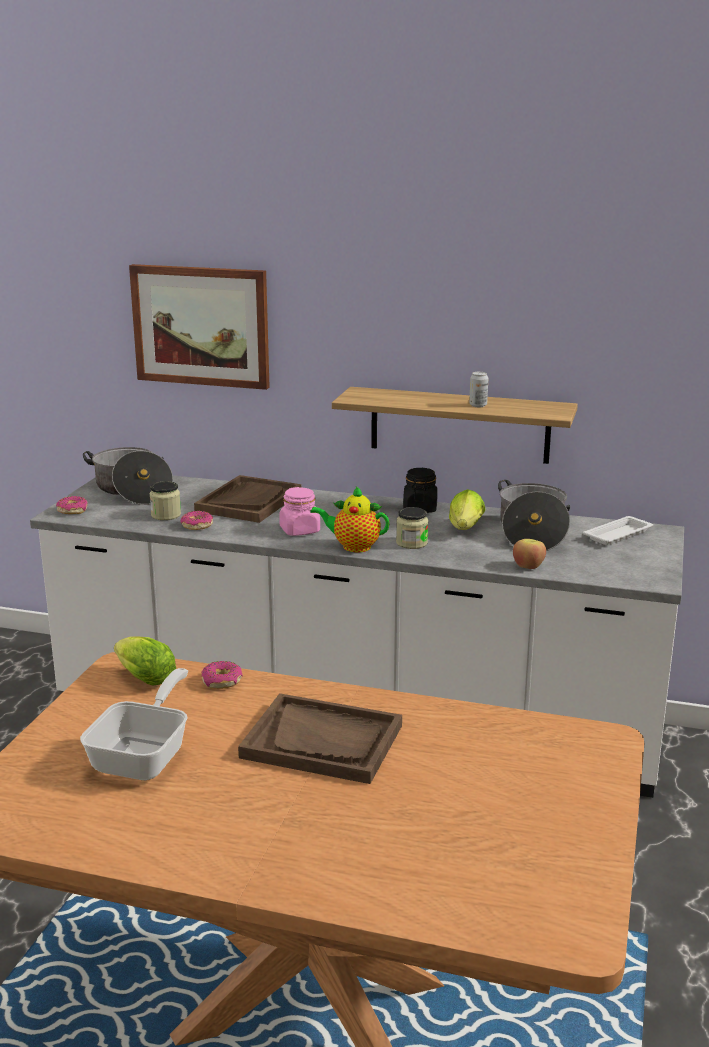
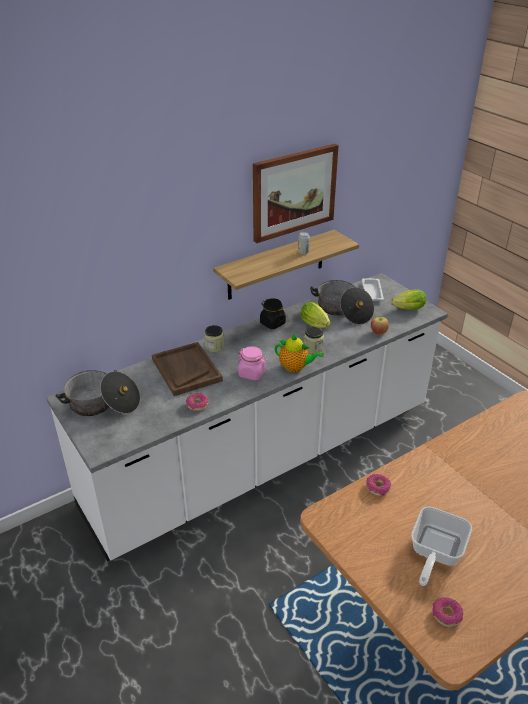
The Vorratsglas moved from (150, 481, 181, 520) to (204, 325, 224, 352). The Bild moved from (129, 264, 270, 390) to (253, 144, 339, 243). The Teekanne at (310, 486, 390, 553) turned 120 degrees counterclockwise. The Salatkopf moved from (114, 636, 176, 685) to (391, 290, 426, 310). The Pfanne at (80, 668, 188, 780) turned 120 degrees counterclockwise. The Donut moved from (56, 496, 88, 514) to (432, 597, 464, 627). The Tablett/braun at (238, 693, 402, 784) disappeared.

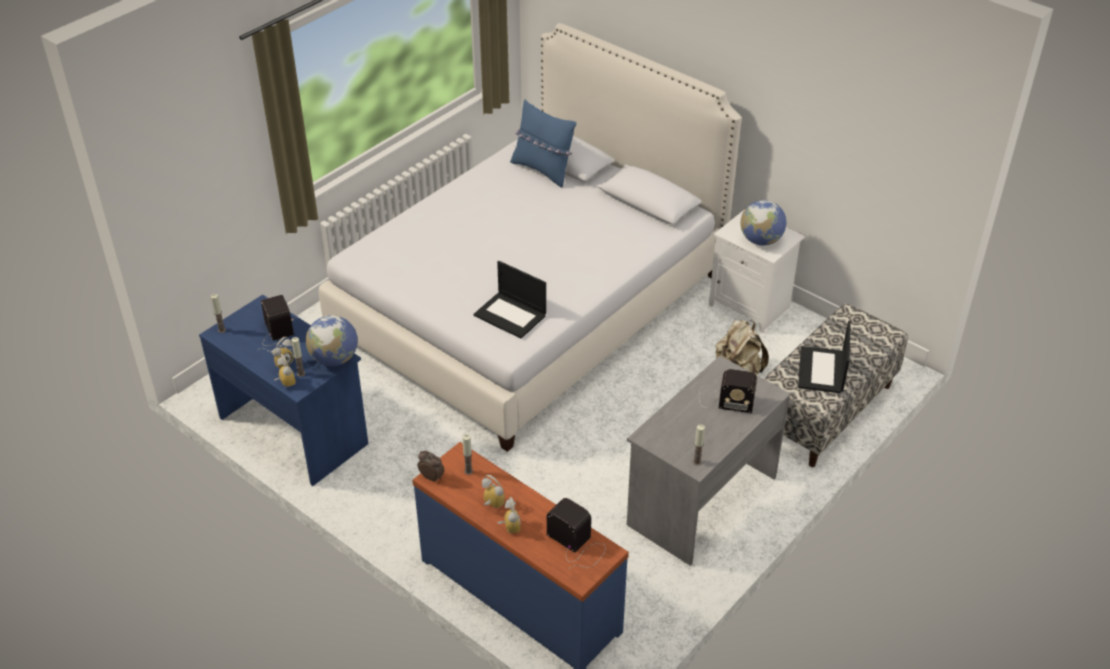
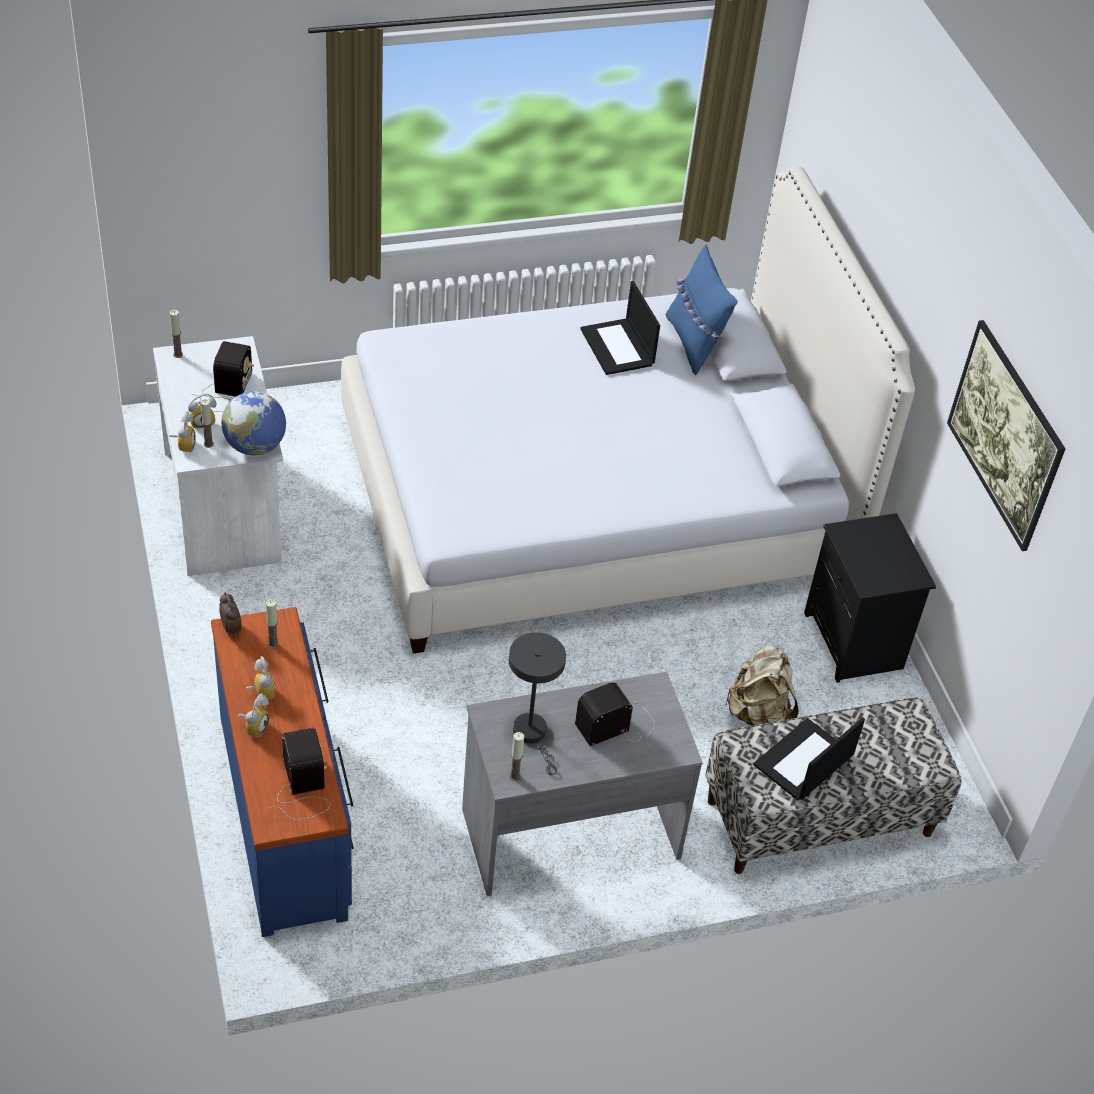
The Schreibtisch/blau at (199, 295, 369, 486) became the Schreibtisch/weiß at (153, 336, 283, 576). The Tischlampe/grau at (509, 632, 566, 775) appeared. The Radio at (699, 369, 757, 413) turned 105 degrees clockwise. The Laptop moved from (474, 261, 546, 339) to (580, 281, 660, 375). The Nachttisch/weiß at (709, 209, 805, 333) became the Nachttisch/schwarz at (804, 513, 936, 683). The Bild at (947, 320, 1065, 551) appeared. The Globus at (740, 200, 786, 245) disappeared.

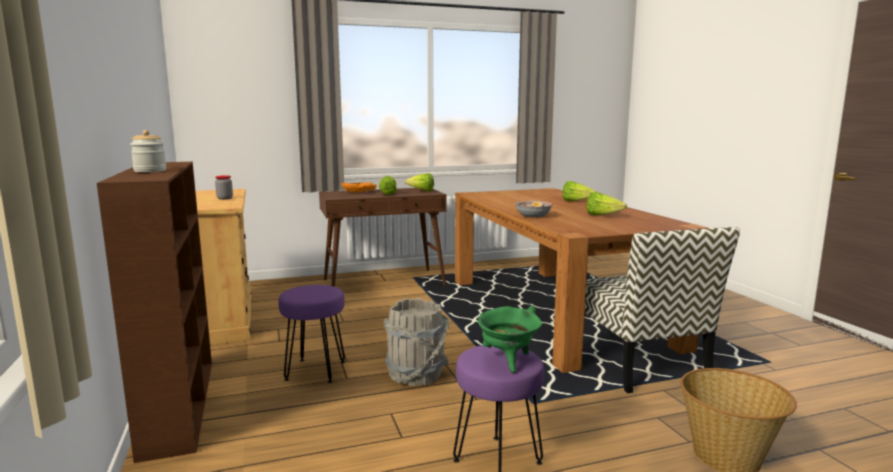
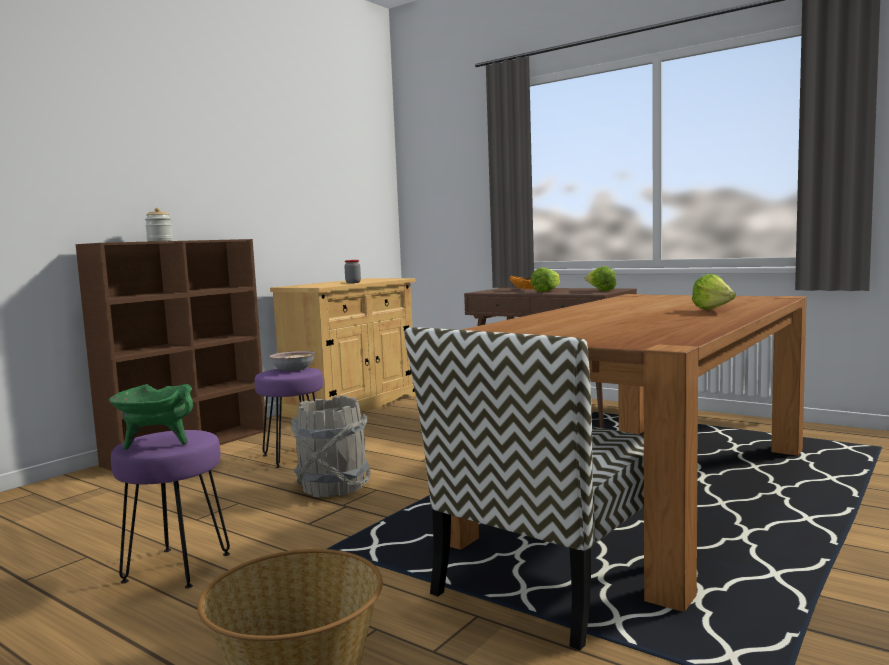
The Schüssel moved from (515, 201, 553, 218) to (269, 351, 315, 371). The Salatkopf at (586, 192, 627, 215) disappeared.

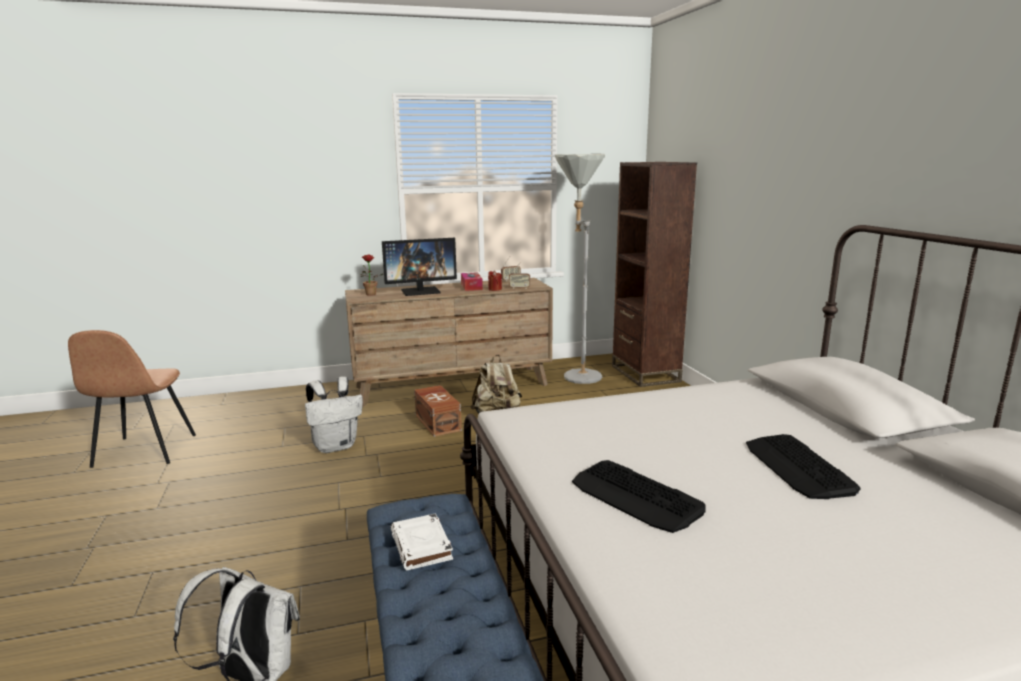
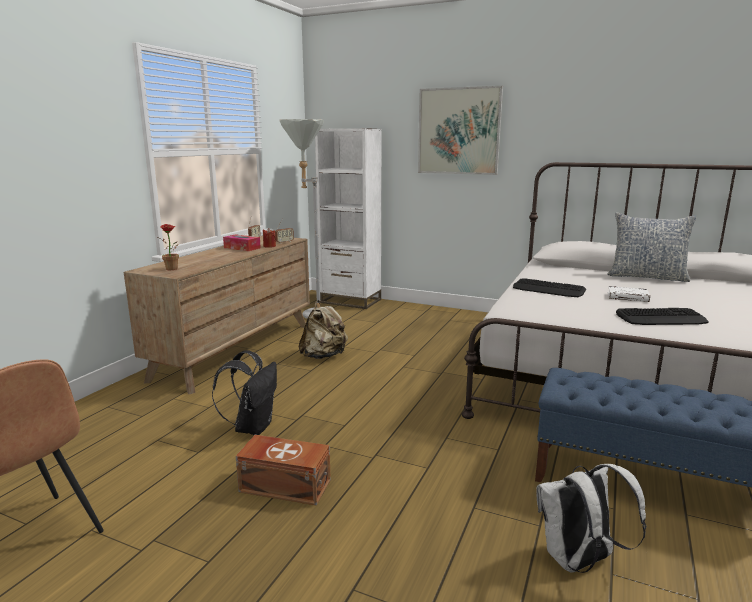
The Rucksack/weiß at (305, 376, 363, 453) became the Rucksack/schwarz at (212, 350, 277, 435). The Aufbewahrungsbox/braun moved from (414, 385, 462, 437) to (236, 435, 331, 506). The Bücherregal/braun at (612, 162, 697, 387) became the Bücherregal/weiß at (315, 128, 382, 309). The Bild at (418, 86, 503, 175) appeared. The Tastatur moved from (746, 434, 861, 499) to (513, 278, 586, 297). The Kissen at (607, 212, 696, 282) appeared. The Buch/weiß moved from (391, 513, 453, 570) to (608, 286, 650, 302). The Monitor at (382, 238, 457, 296) disappeared.

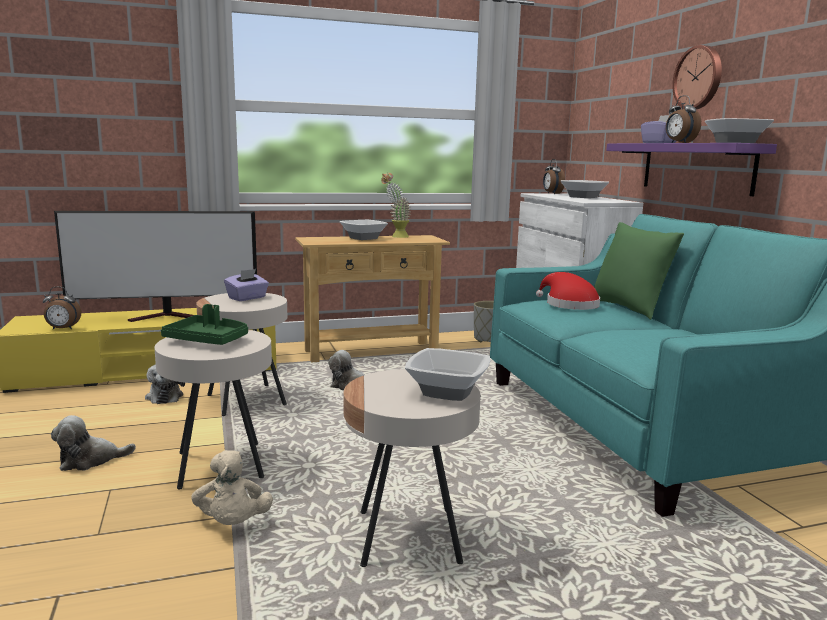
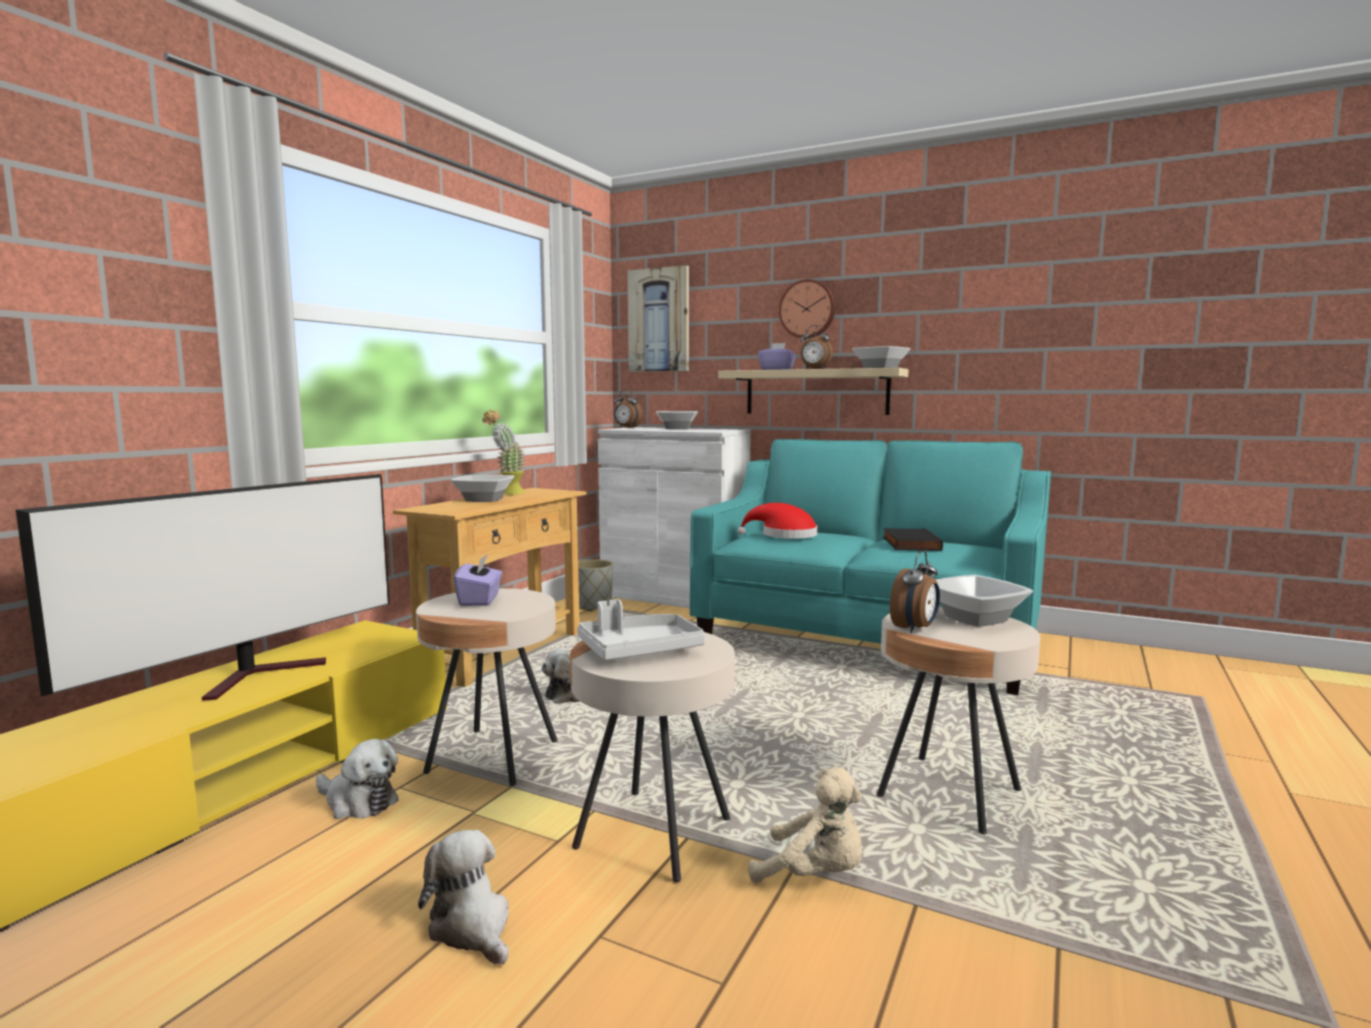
The Plüschtier at (51, 415, 136, 471) turned 120 degrees clockwise. The Tablett/grün at (161, 304, 248, 345) became the Tablett/grau at (577, 599, 706, 660). The Bild at (628, 265, 689, 372) appeared. The Wandregal/lila at (606, 143, 777, 196) became the Wandregal/beige at (718, 368, 908, 415). The Buch/schwarz at (883, 528, 943, 551) appeared. The Wecker moved from (43, 286, 81, 330) to (890, 550, 940, 633). The Kissen/grün at (594, 222, 684, 320) disappeared.

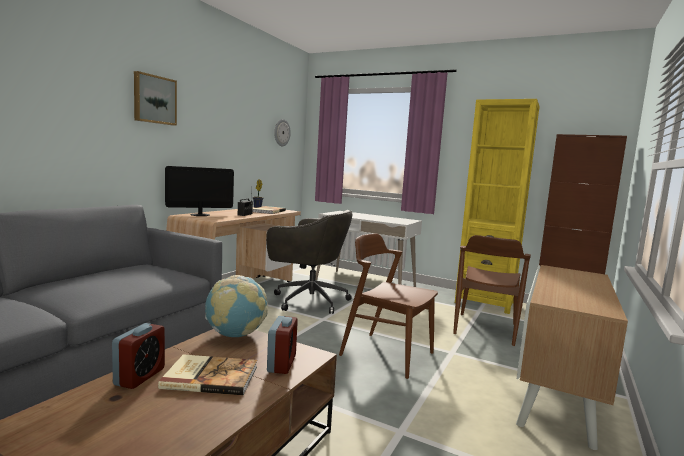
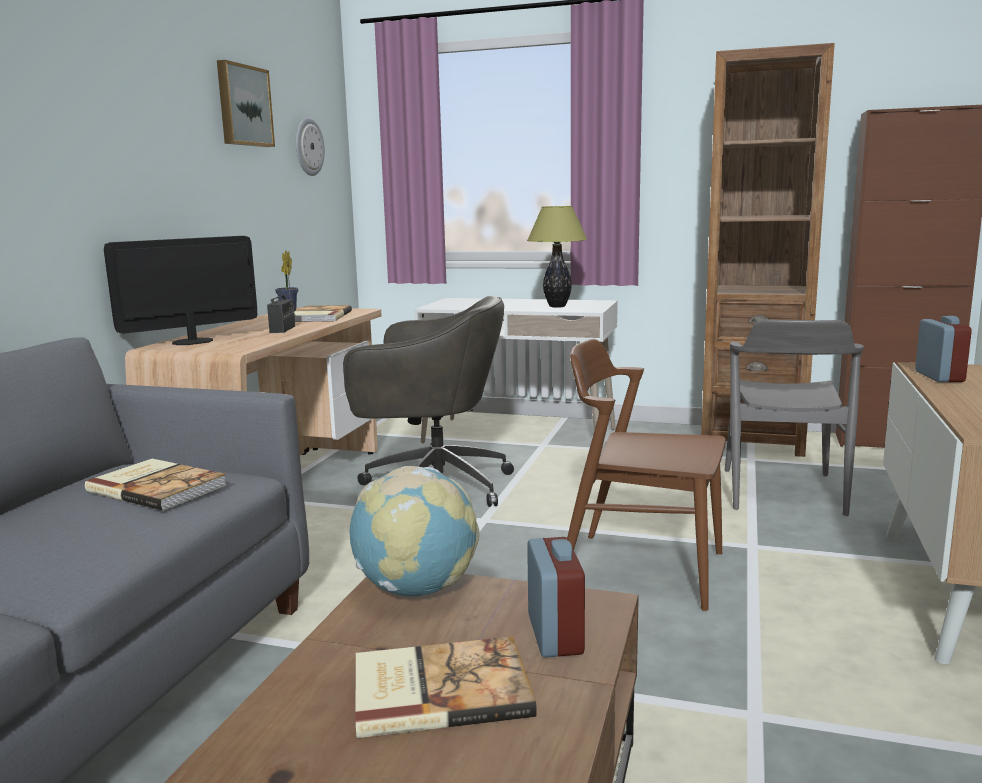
The Buch at (85, 459, 227, 511) appeared. The Bild moved from (134, 71, 177, 126) to (217, 60, 275, 147). The Tischlampe at (527, 206, 588, 308) appeared. The Bücherregal/gelb at (455, 99, 540, 314) became the Bücherregal/braun at (701, 43, 835, 457). The Stuhl/braun at (453, 235, 531, 346) became the Stuhl/grau at (725, 319, 864, 516). The Wecker moved from (112, 323, 165, 389) to (915, 316, 972, 382).

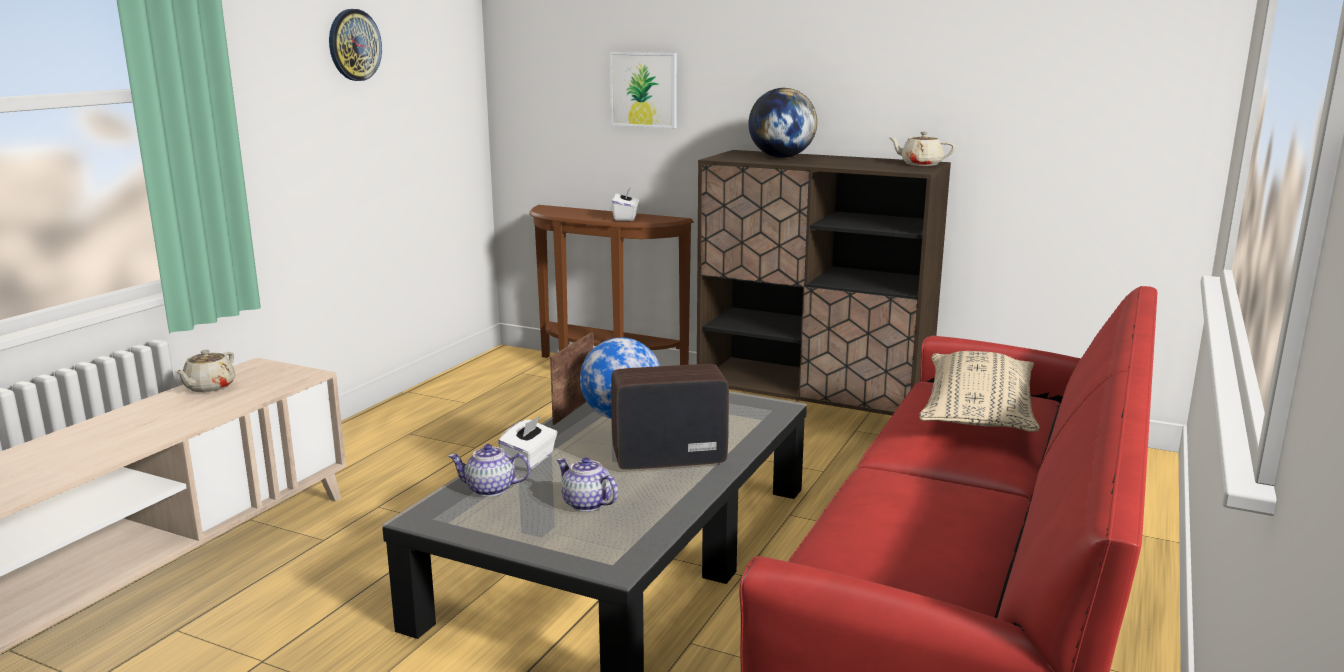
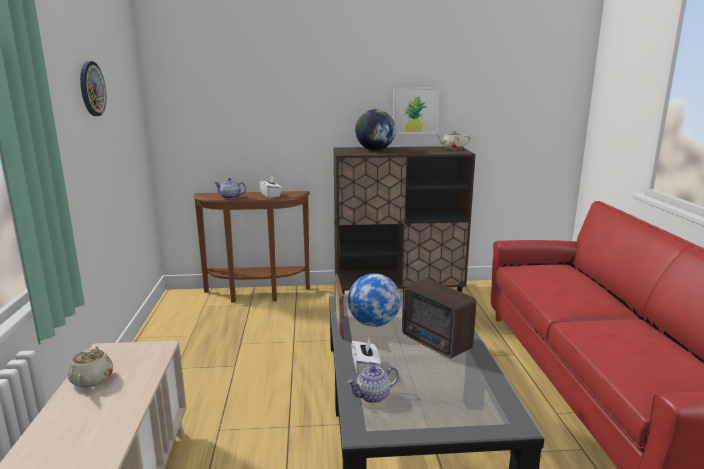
The Teekanne moved from (557, 457, 618, 512) to (214, 178, 246, 199). The Bild moved from (610, 52, 677, 128) to (393, 88, 439, 134). The Radio at (611, 364, 729, 470) turned 90 degrees counterclockwise. The Kissen/beige at (919, 351, 1040, 432) disappeared.

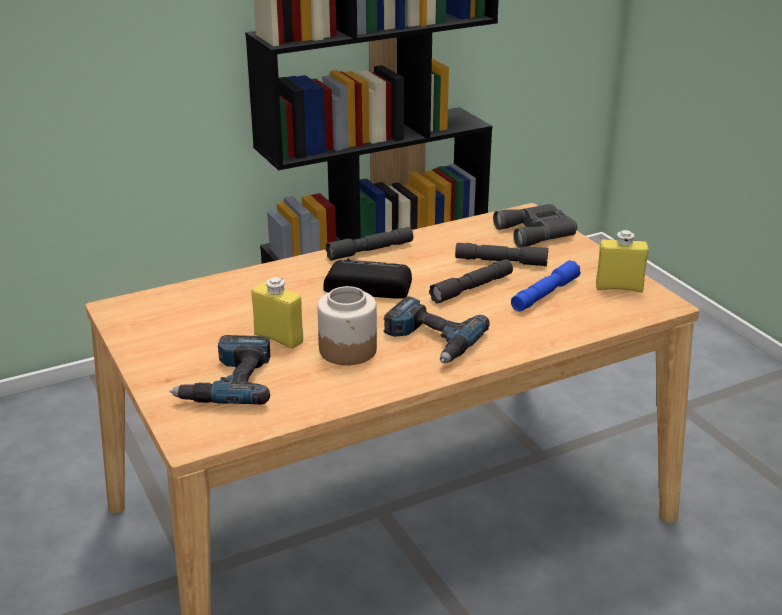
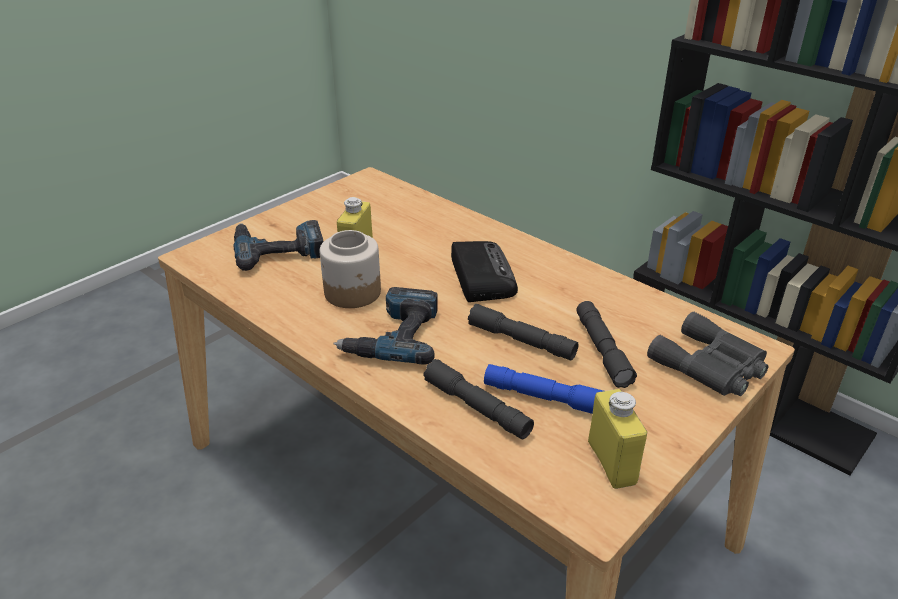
The Taschenlampe/grau moved from (326, 227, 413, 261) to (423, 359, 534, 439).

